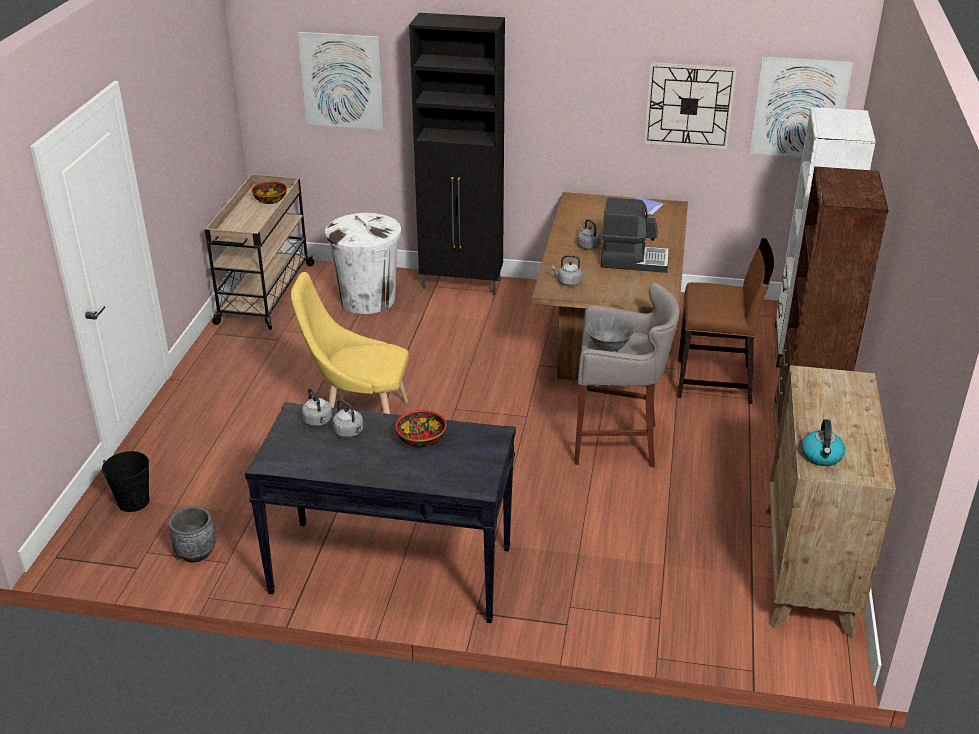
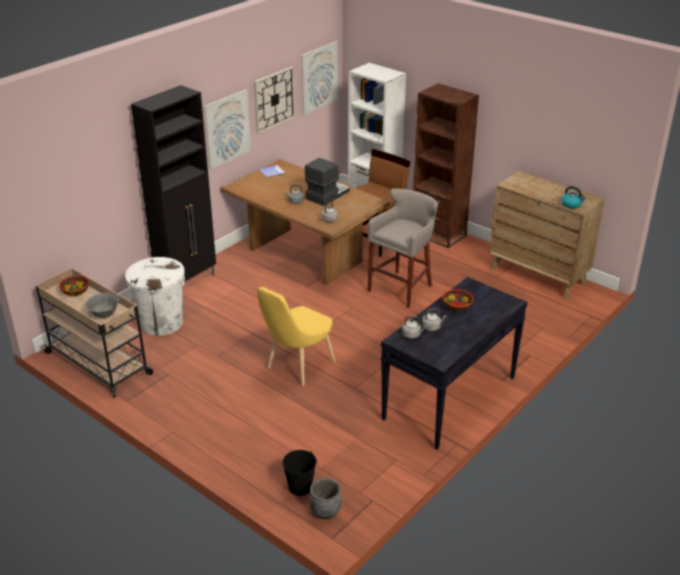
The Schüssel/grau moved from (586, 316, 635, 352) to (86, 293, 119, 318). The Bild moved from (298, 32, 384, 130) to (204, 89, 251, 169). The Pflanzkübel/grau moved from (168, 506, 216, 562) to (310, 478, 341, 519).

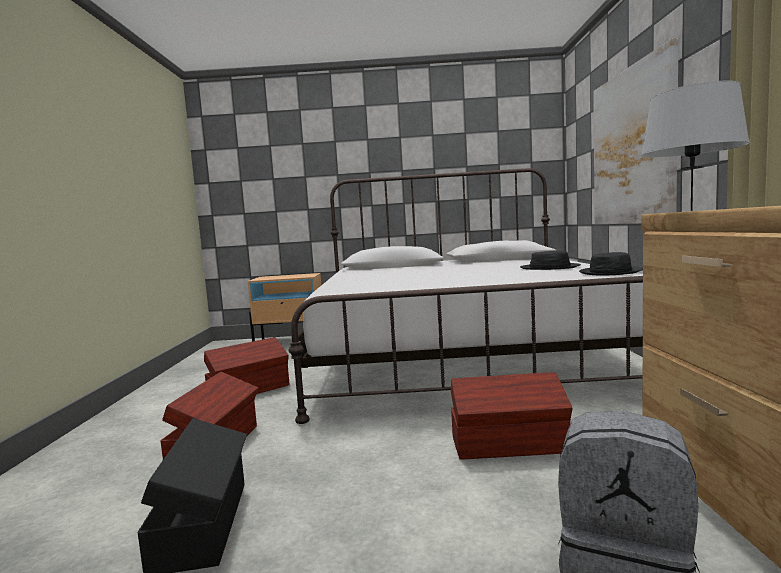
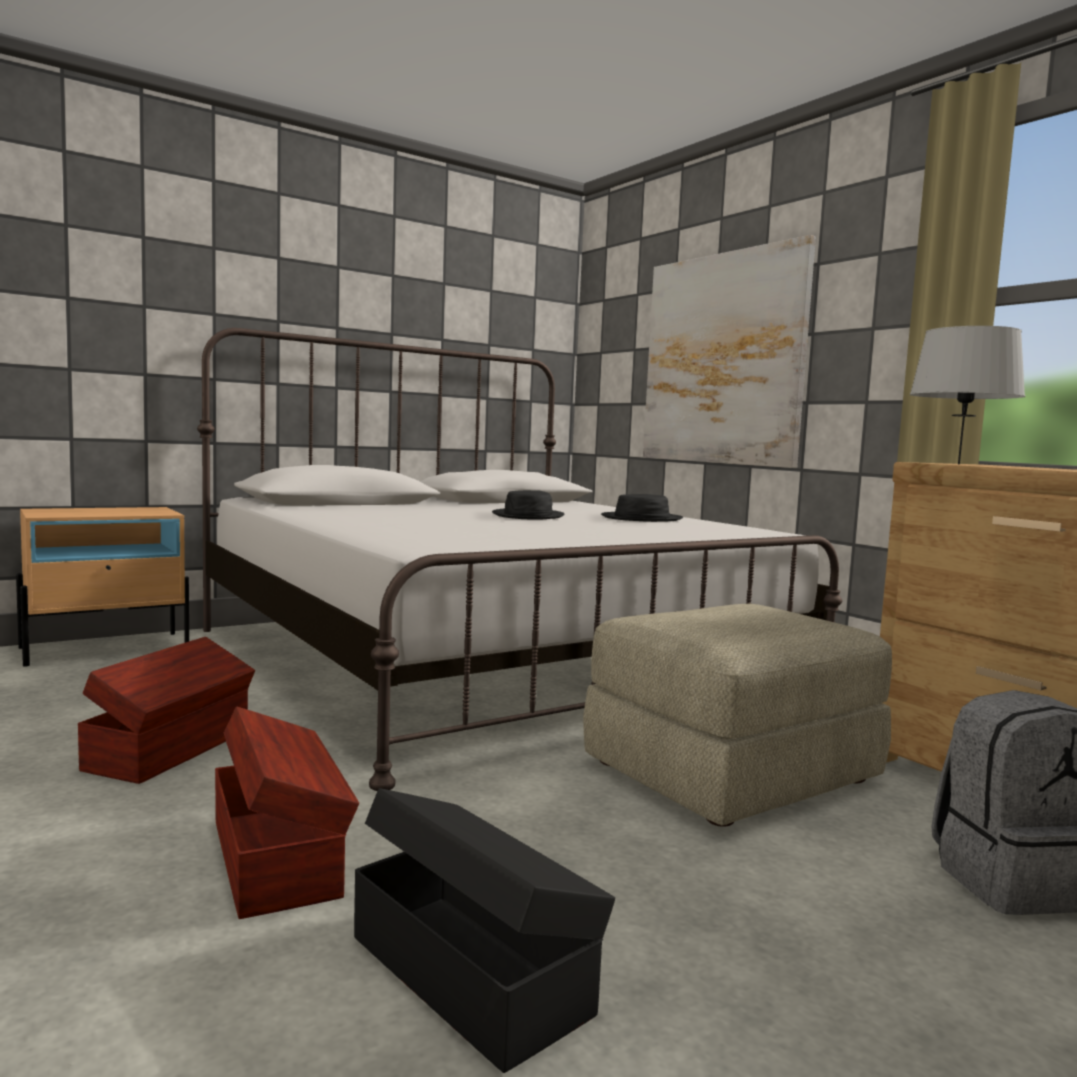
The Hut/schwarz moved from (579, 252, 643, 275) to (492, 490, 565, 519). The Aufbewahrungsbox/braun at (451, 372, 573, 460) was replaced by the Polsterhocker/beige at (583, 603, 892, 827).

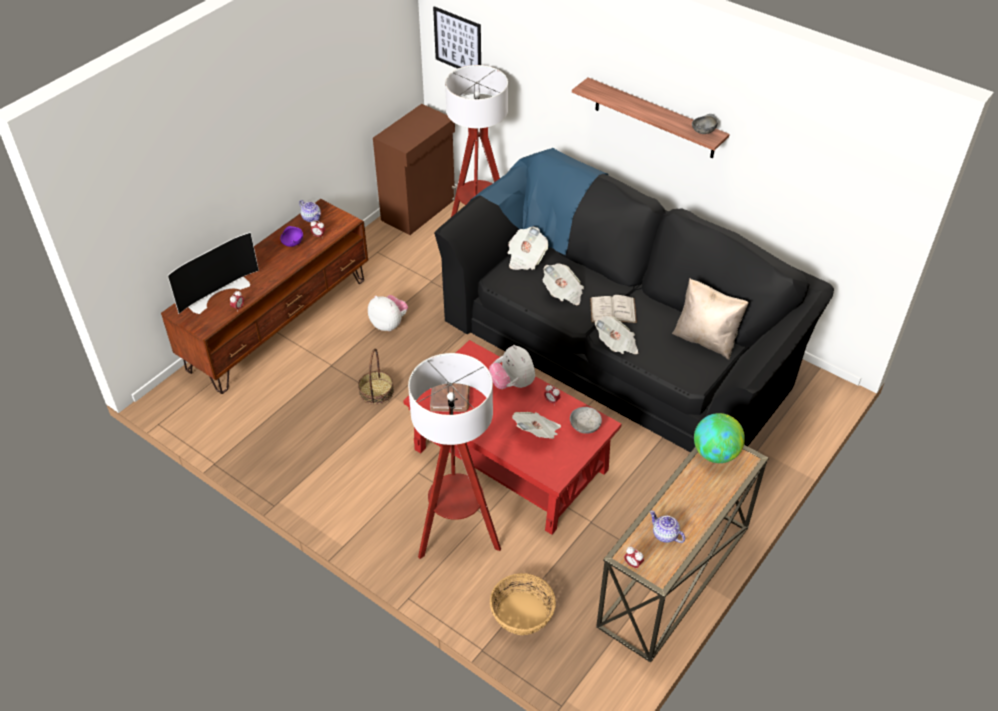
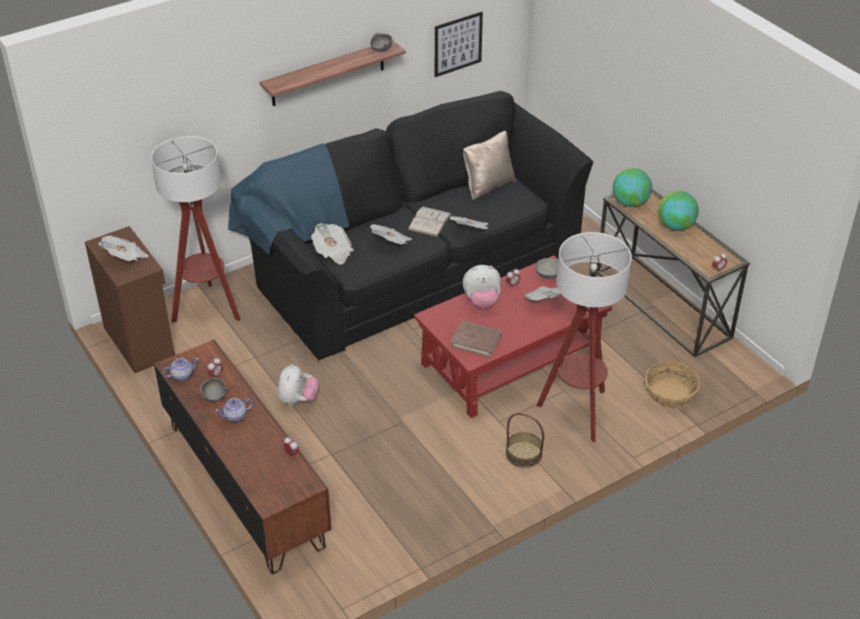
The Zeitung at (98, 235, 148, 261) appeared. The Schüssel/lila at (280, 226, 303, 247) became the Schüssel/grau at (200, 378, 228, 402). The Teekanne moved from (650, 510, 685, 543) to (215, 398, 253, 422). The Plüschtier at (368, 295, 408, 331) turned 135 degrees clockwise. The Bild moved from (433, 6, 481, 69) to (435, 12, 483, 77). The Korb moved from (358, 348, 394, 405) to (506, 413, 544, 468). The Globus at (658, 191, 699, 231) appeared. The Fernseher at (167, 232, 259, 314) disappeared.

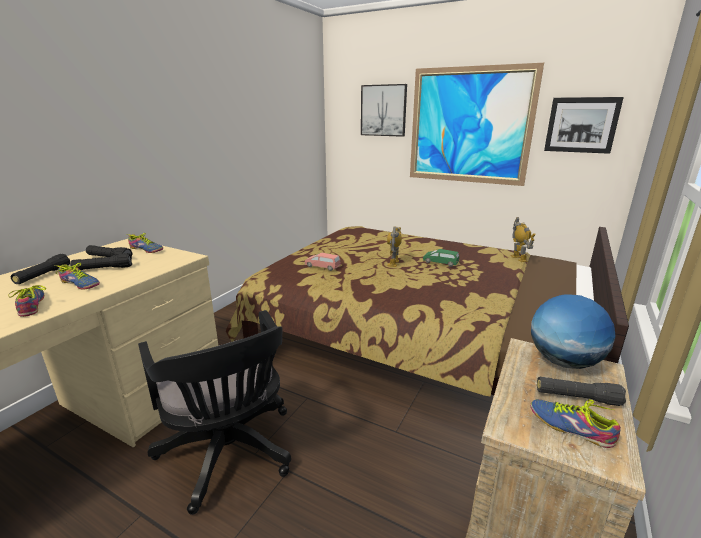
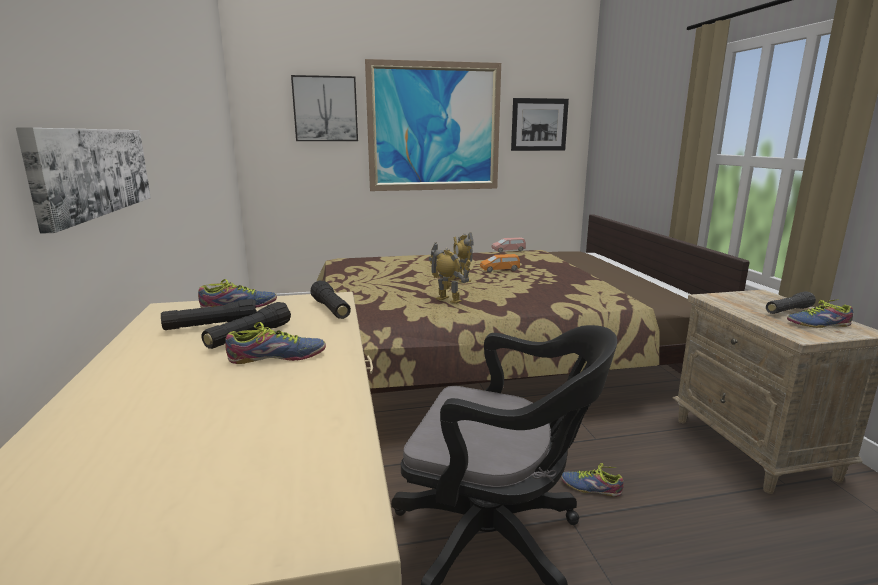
The Bild at (16, 128, 151, 234) appeared. The Taschenlampe/schwarz moved from (11, 254, 70, 284) to (311, 280, 351, 319). The Spielzeugroboter moved from (511, 217, 536, 262) to (429, 242, 470, 304). The Spielzeugauto/grün at (423, 249, 459, 267) became the Spielzeugauto/orange at (480, 254, 520, 272). The Spielzeugauto/rosa moved from (305, 253, 341, 271) to (491, 237, 526, 253). The Schuh moved from (8, 285, 47, 317) to (561, 463, 624, 497). The Globus at (531, 294, 616, 369) disappeared.

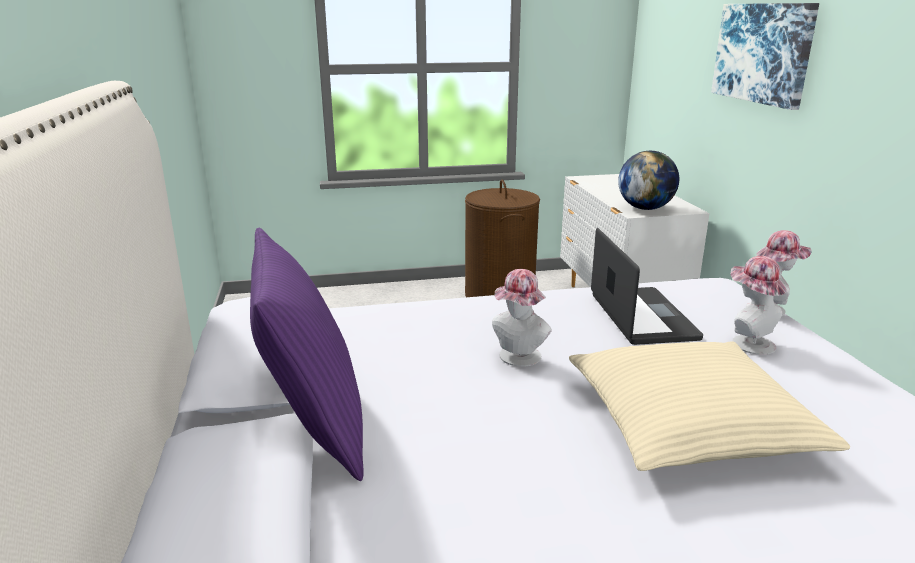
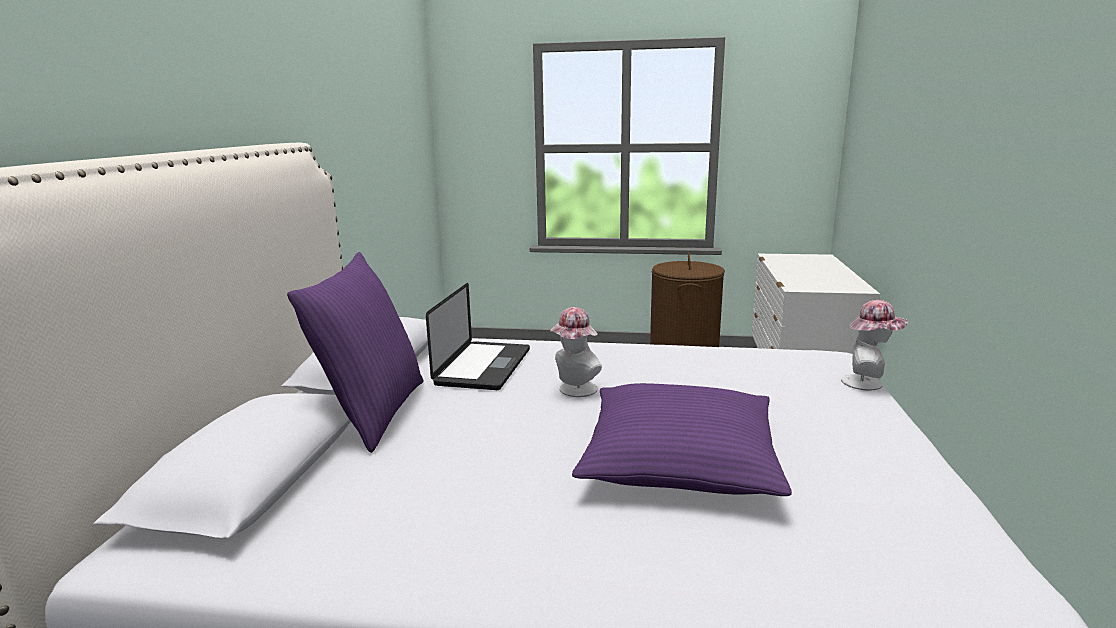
The Laptop moved from (591, 228, 703, 345) to (426, 283, 530, 390). The Kissen/beige at (569, 341, 850, 471) became the Kissen/lila at (572, 383, 792, 496). The Globus at (618, 151, 679, 210) disappeared. The Bild at (711, 3, 819, 110) disappeared. The Hut at (731, 256, 787, 355) disappeared.

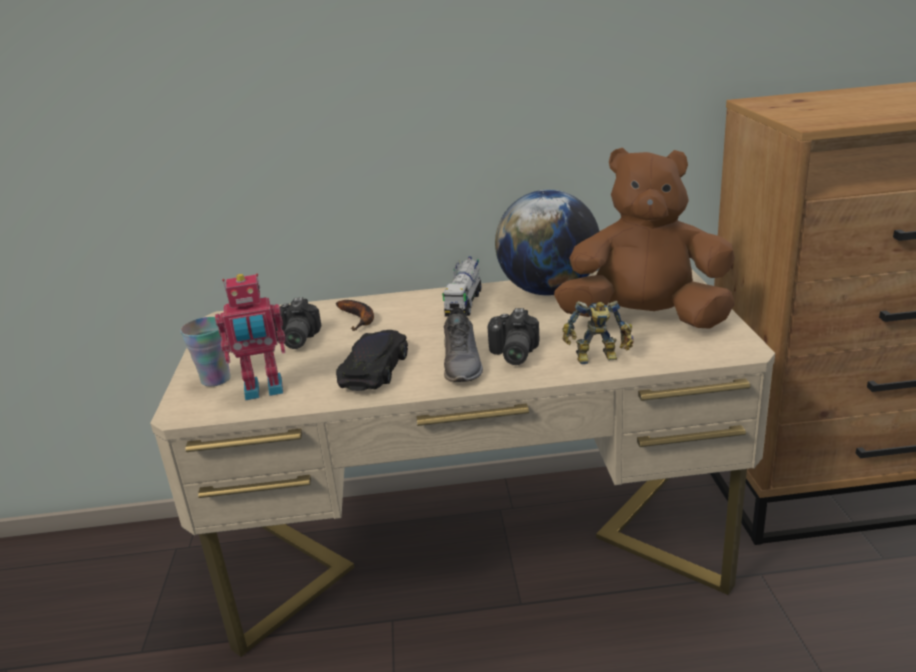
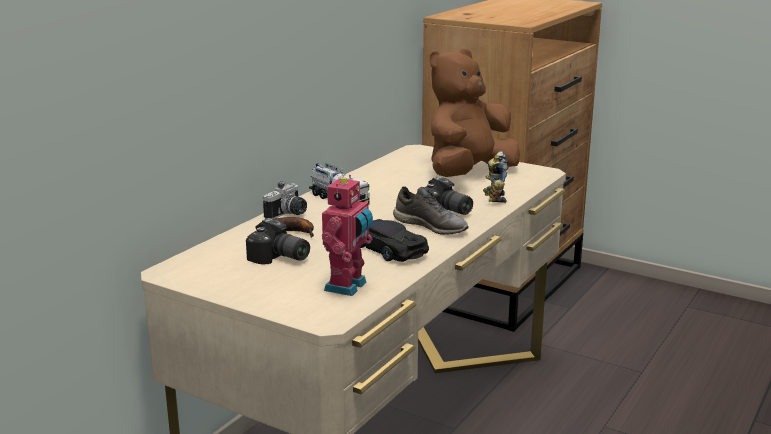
The Kamera at (263, 181, 307, 219) appeared. The Spielzeugroboter at (562, 301, 634, 364) turned 150 degrees clockwise. The Tasse at (180, 317, 231, 387) disappeared. The Globus at (495, 190, 600, 296) disappeared.

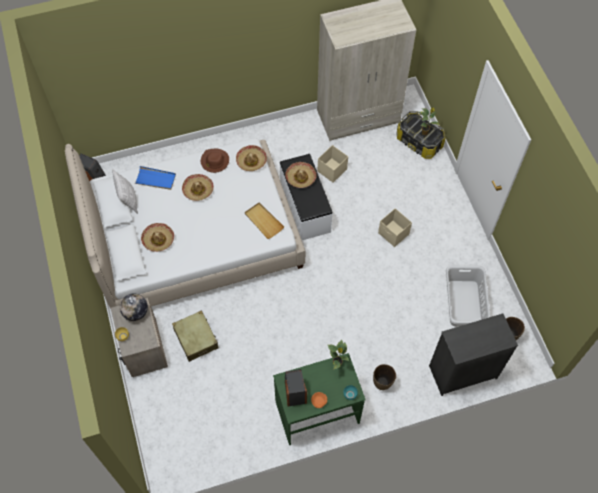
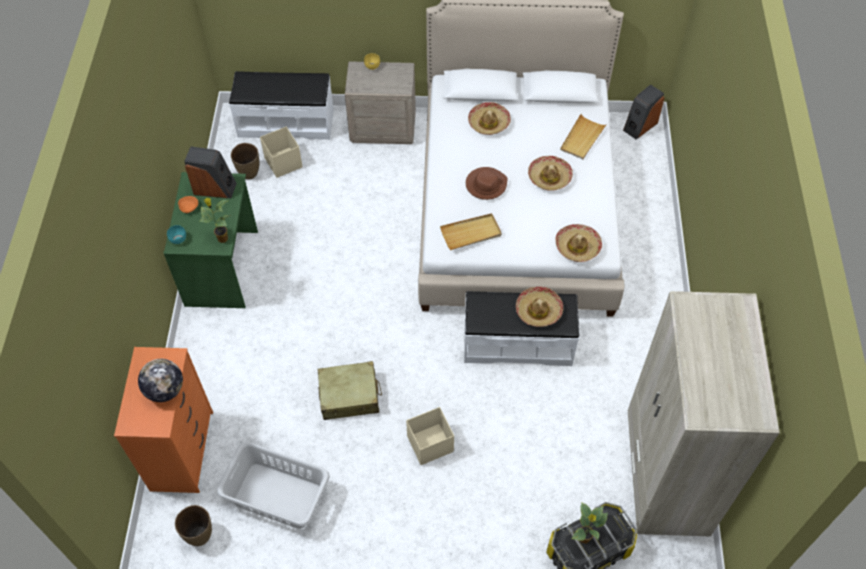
The Kommode/schwarz at (429, 314, 518, 396) became the Kommode/orange at (114, 347, 213, 493). The Globus moved from (120, 294, 148, 321) to (138, 359, 183, 402). The Bank/weiß at (229, 71, 334, 140) appeared. The Vase/braun moved from (373, 364, 396, 390) to (231, 143, 259, 179). The Aufbewahrungsbox/beige moved from (318, 145, 348, 183) to (260, 126, 303, 178). The Koffer/beige moved from (172, 310, 218, 362) to (318, 361, 382, 420). The Hut/braun moved from (201, 149, 229, 173) to (466, 167, 507, 200). The Tablett/blau at (134, 166, 176, 190) became the Tablett/beige at (560, 114, 607, 159). The Kissen at (112, 169, 138, 214) disappeared.

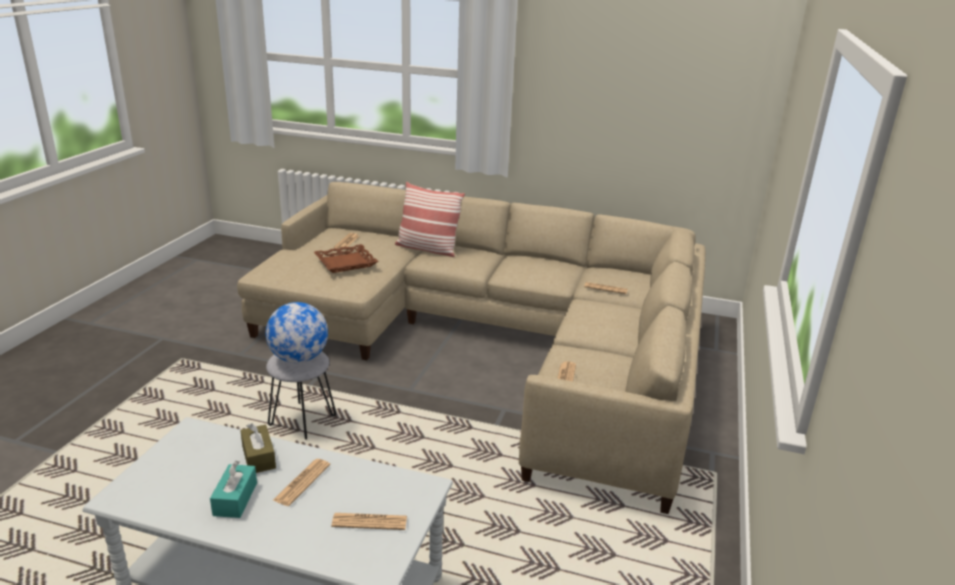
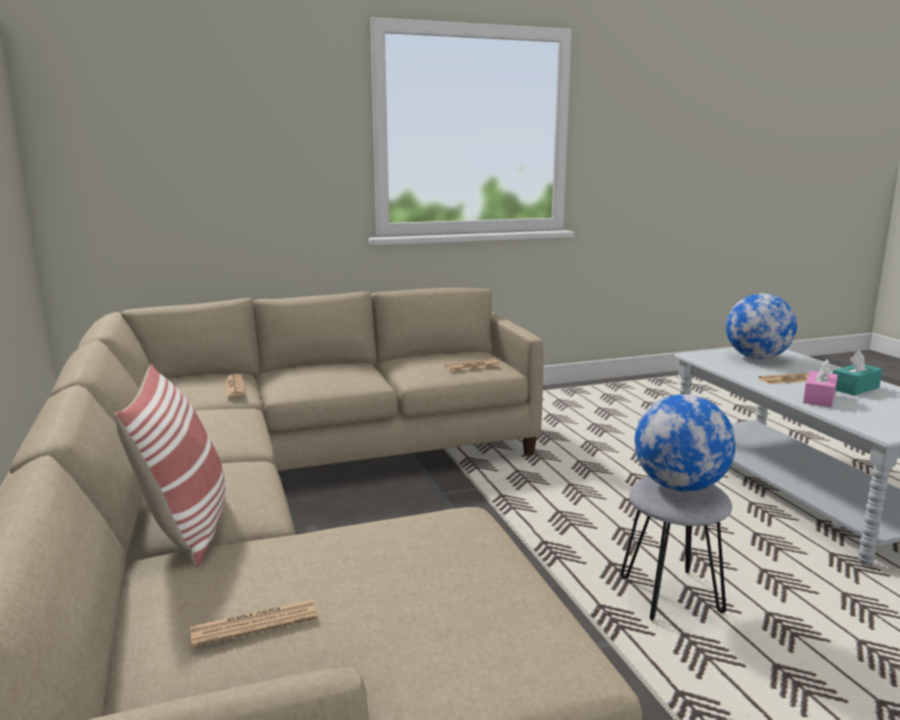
The Zeitung at (331, 513, 407, 530) was replaced by the Globus at (726, 293, 797, 359). The Taschentuchbox/braun at (240, 423, 276, 473) became the Taschentuchbox/rosa at (803, 359, 838, 407). The Tablett/braun at (314, 244, 379, 273) disappeared.

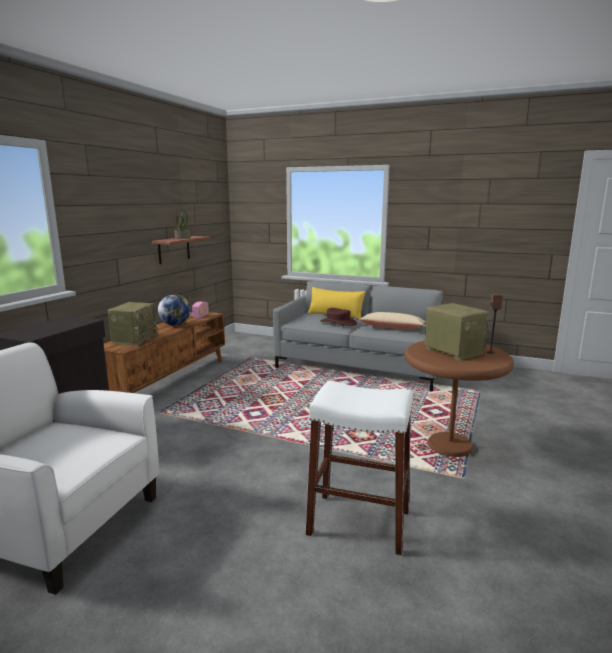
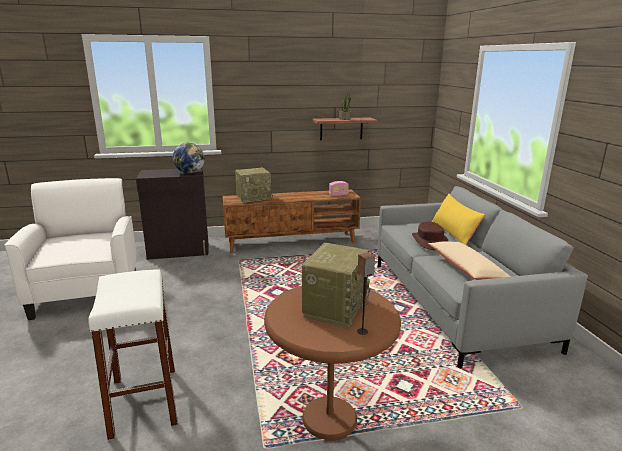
The Globus moved from (158, 294, 191, 326) to (173, 143, 205, 174).

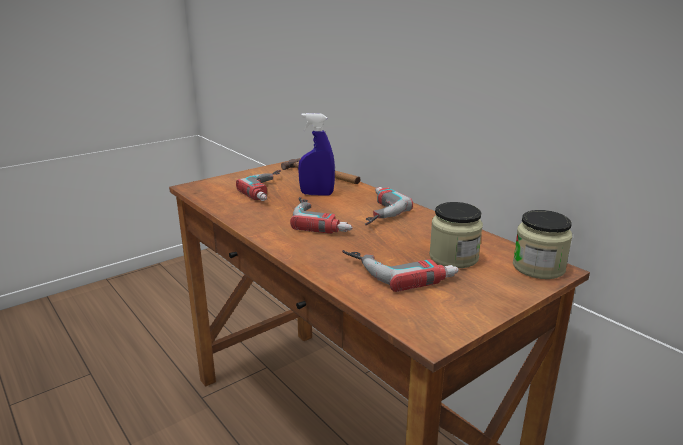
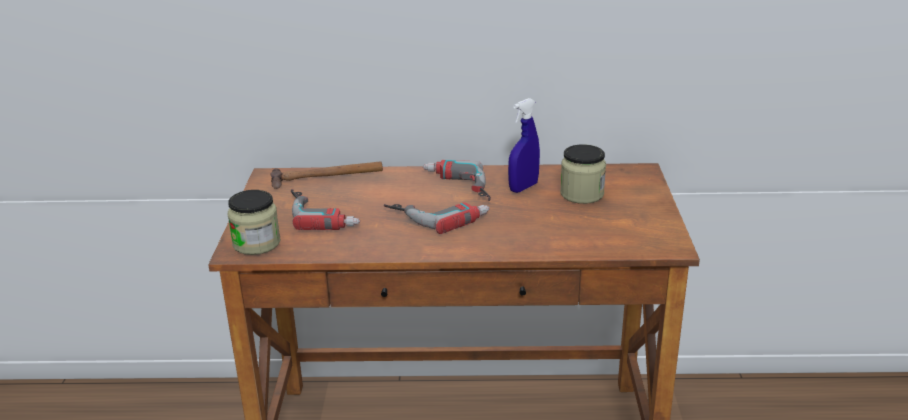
The Vorratsglas moved from (513, 210, 572, 279) to (228, 190, 280, 255). The Sprühflasche/blau moved from (298, 113, 335, 196) to (508, 98, 540, 193). The Bohrmaschine at (342, 250, 459, 292) disappeared.

